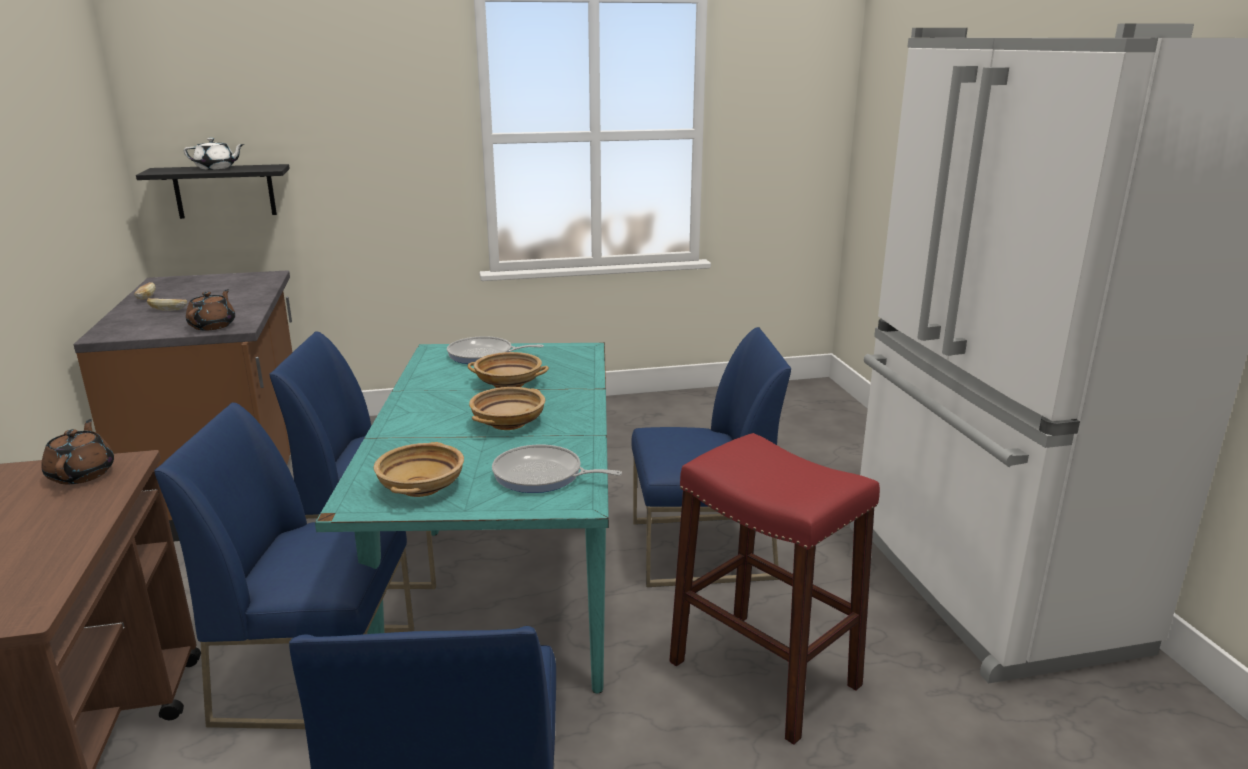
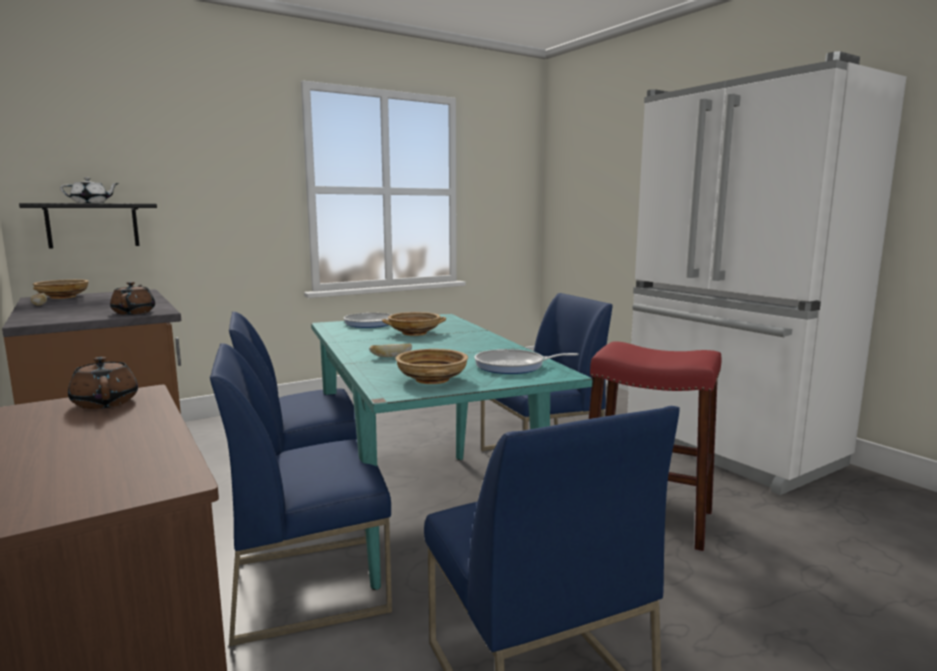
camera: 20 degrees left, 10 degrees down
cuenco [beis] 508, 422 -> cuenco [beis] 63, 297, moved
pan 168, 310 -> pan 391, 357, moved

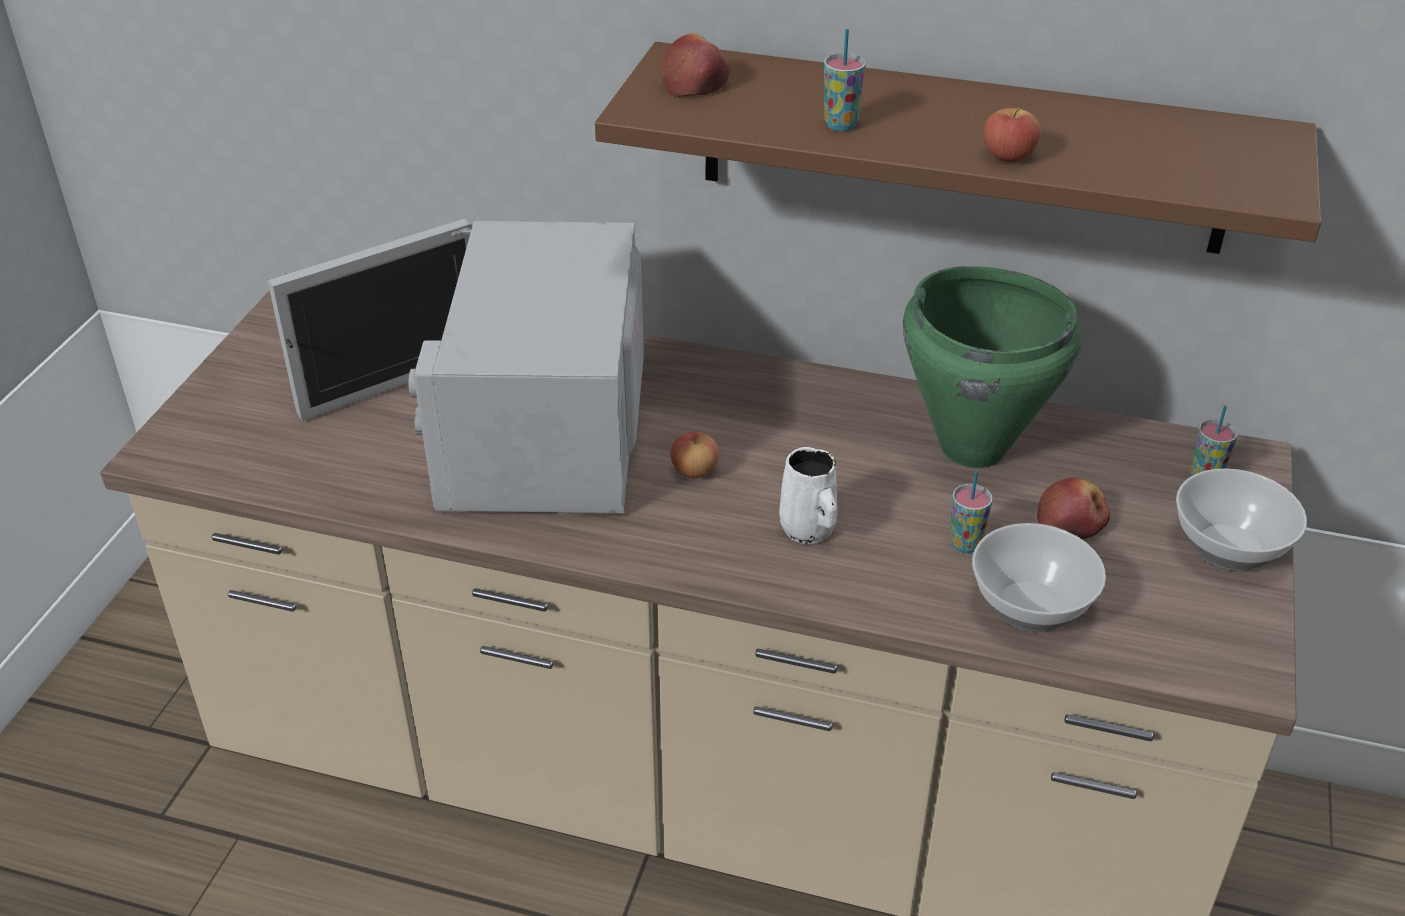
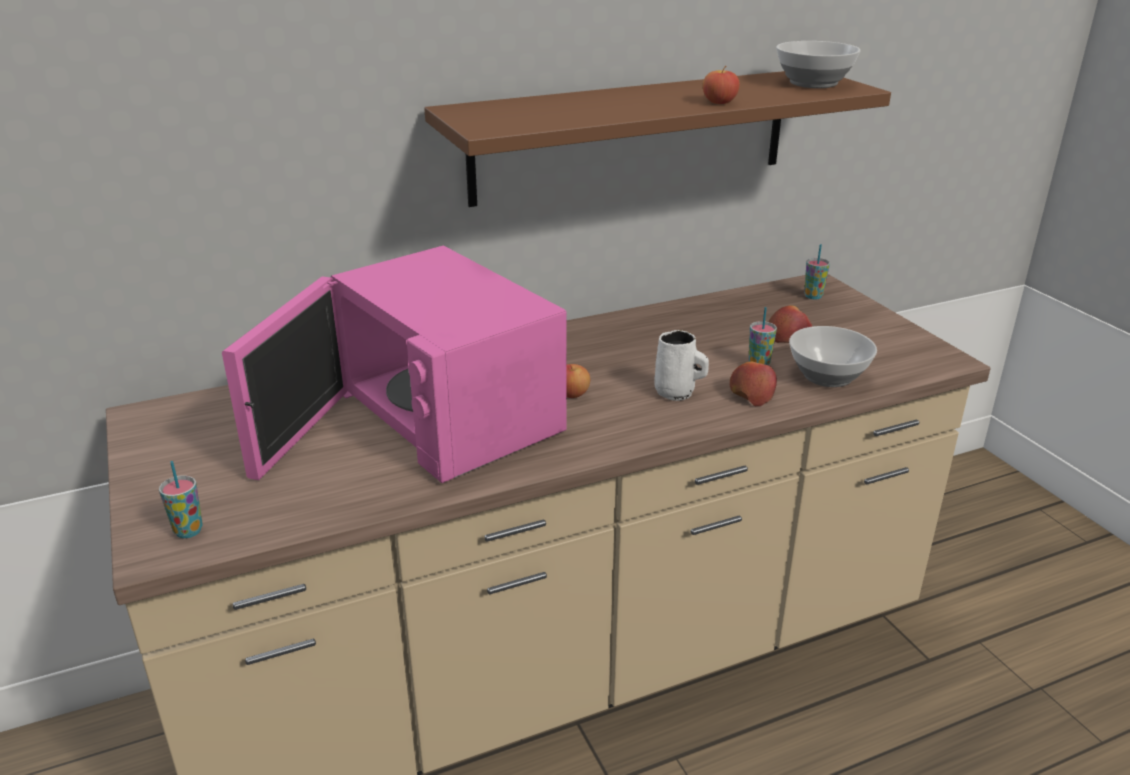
camera: 40 degrees left, 10 degrees down
taza 840, 125 -> taza 188, 531, moved
microondas [blanco] 533, 425 -> microondas [rosa] 436, 414
manzana 694, 83 -> manzana 751, 394, moved
cuenco 1228, 549 -> cuenco 814, 84, moved
olla [verde] 971, 447 -> none

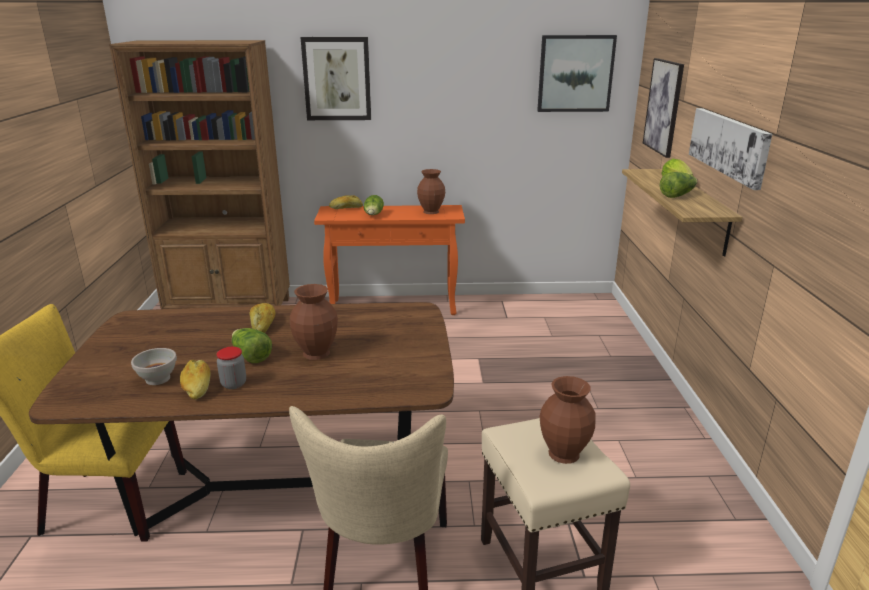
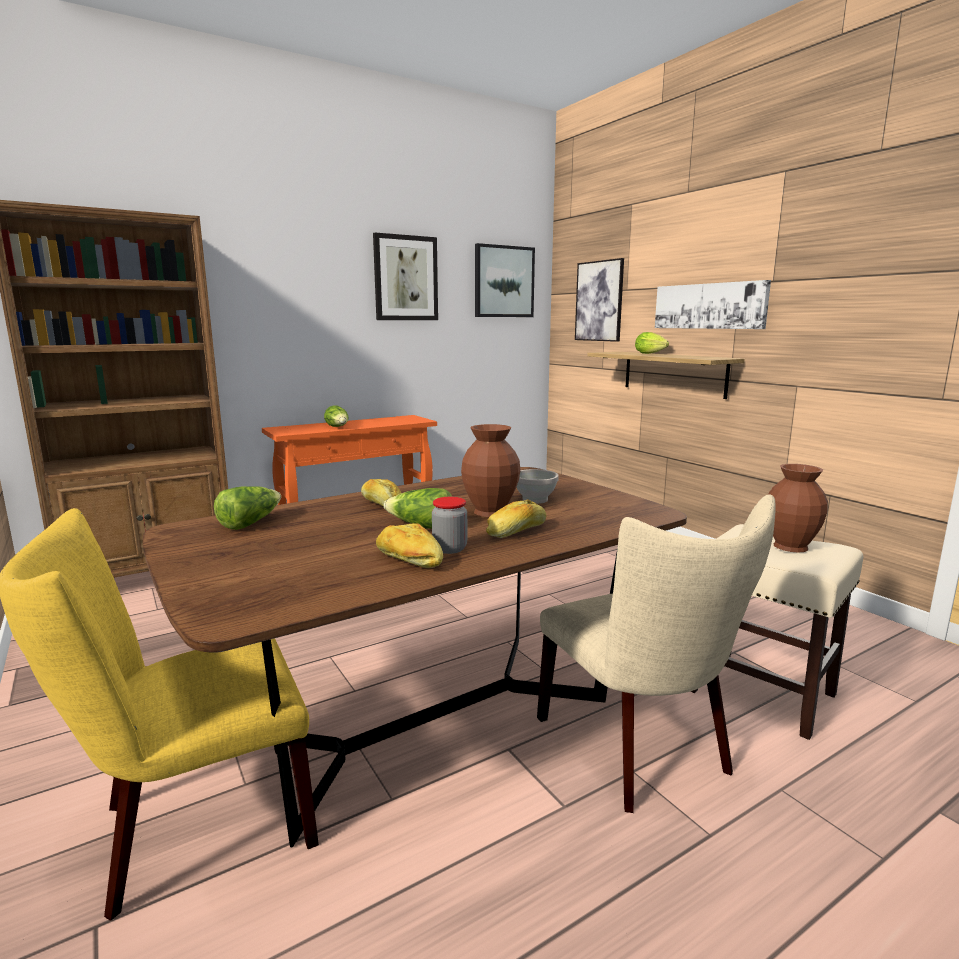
camera: 30 degrees left, 10 degrees down
lechuga 677, 195 -> lechuga 250, 523, moved
cuadro 337, 79 -> cuadro 405, 278, moved
pan 346, 208 -> pan 516, 531, moved
cuenco [blanco] 158, 378 -> cuenco [blanco] 534, 500, moved
florero [marrón] 430, 211 -> none

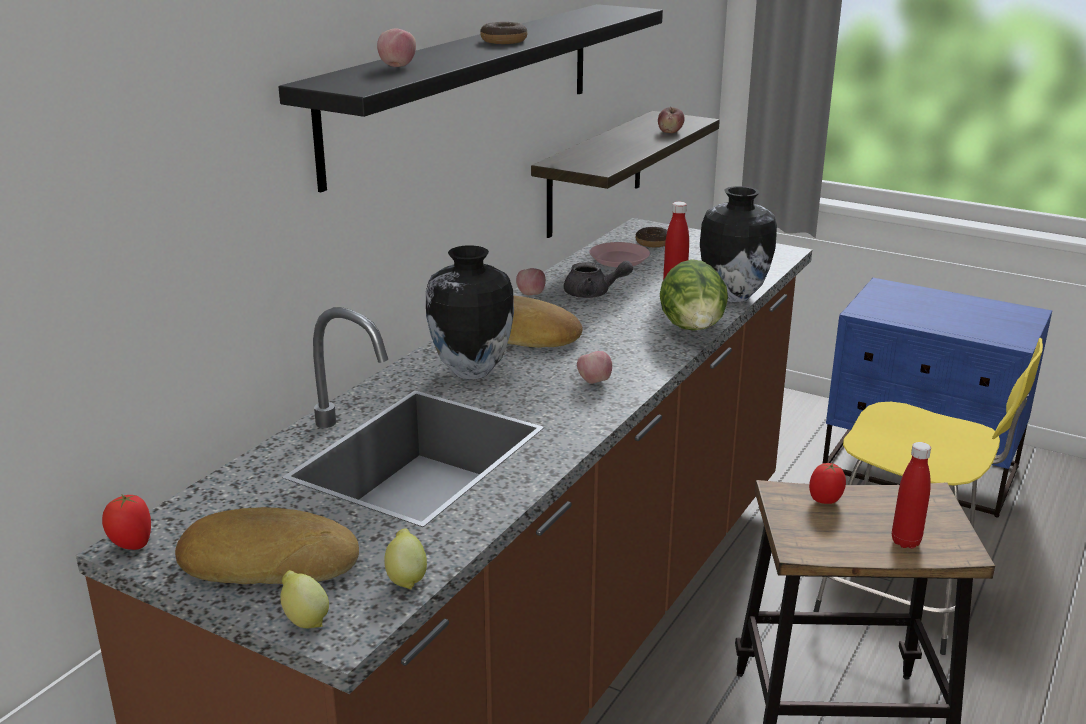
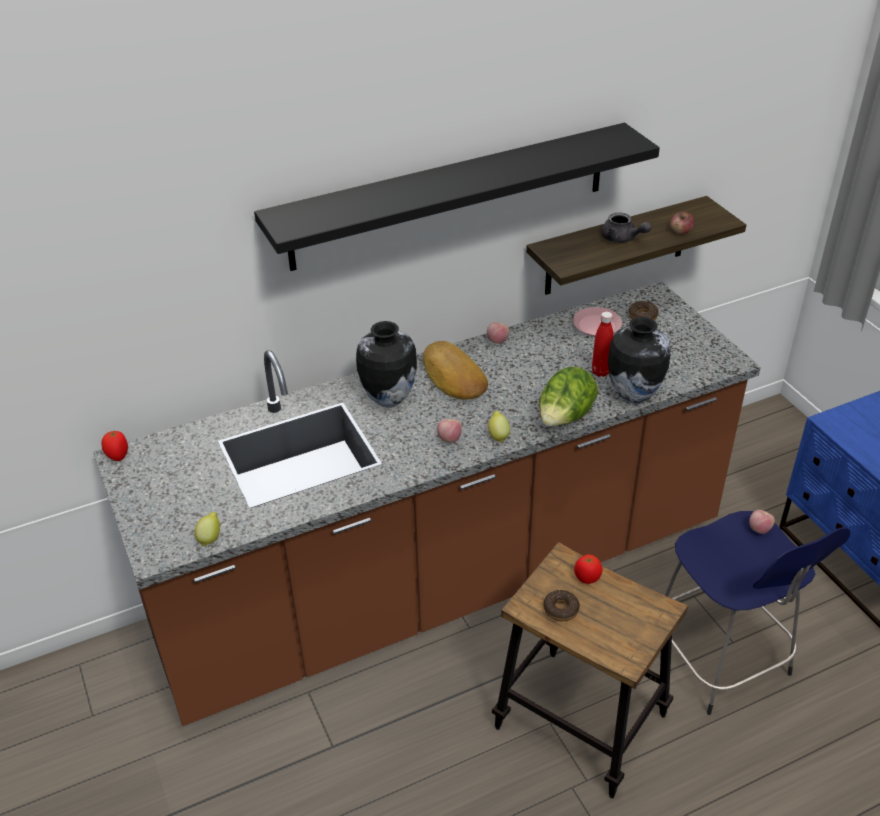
camera: 35 degrees right, 15 degrees up
limón 304, 620 -> limón 498, 435, moved
rosquilla 504, 41 -> rosquilla 561, 609, moved
tetera [gris] 593, 293 -> tetera [gris] 622, 239, moved
taburete [amarillo] 899, 601 -> taburete [azul] 721, 660
manzana 397, 66 -> manzana 759, 529, moved
pan 269, 560 -> none
botella [rojo] 905, 542 -> none

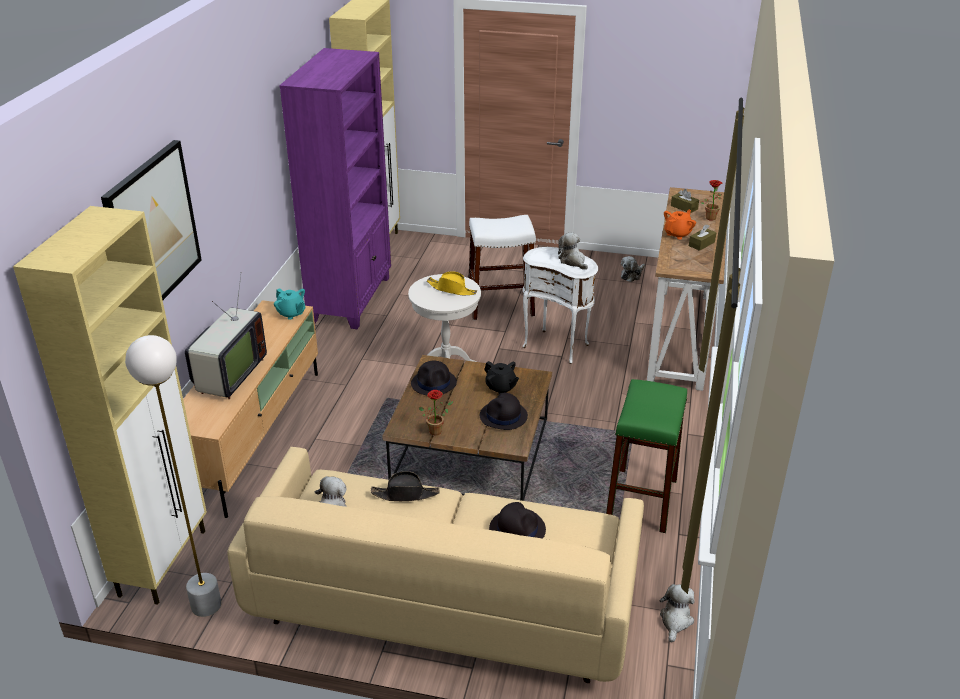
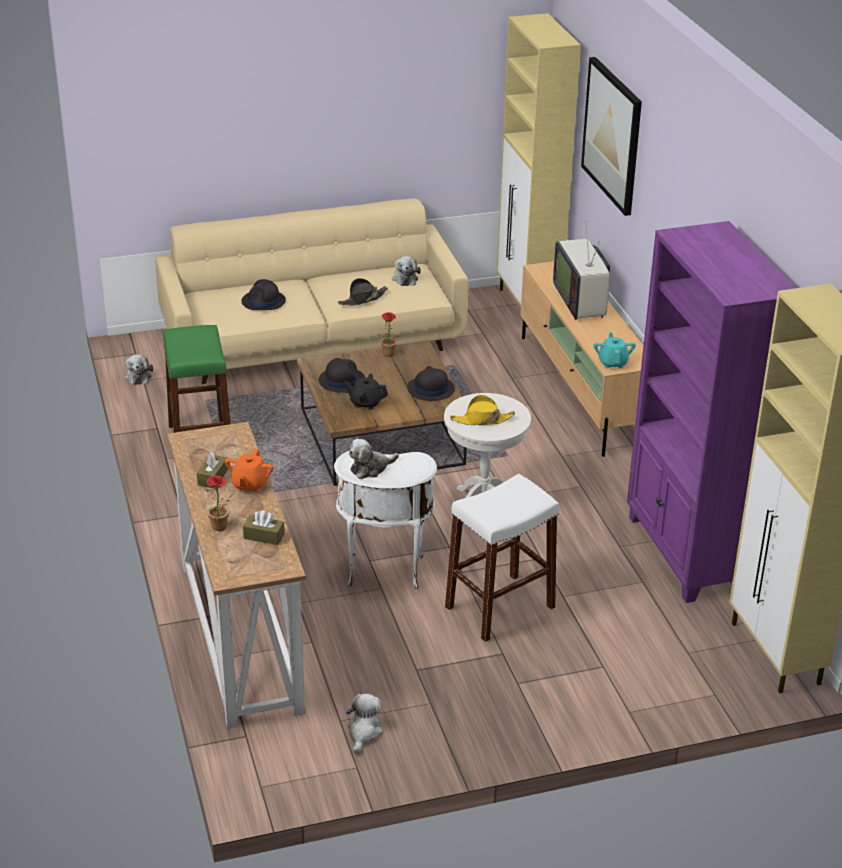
camera: 150 degrees right, 0 degrees up
peluche 572, 261 -> peluche 370, 468, 120 degrees clockwise
tetera [turquesa] 291, 313 -> tetera [turquesa] 613, 363, 75 degrees clockwise
lámpara de pie [blanco] 206, 605 -> none

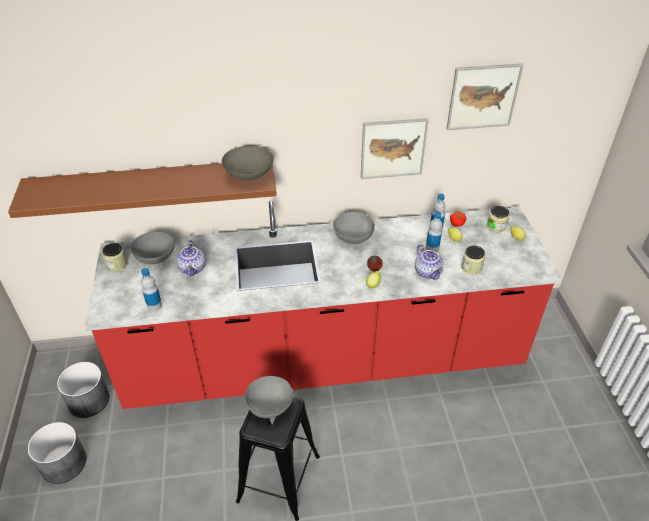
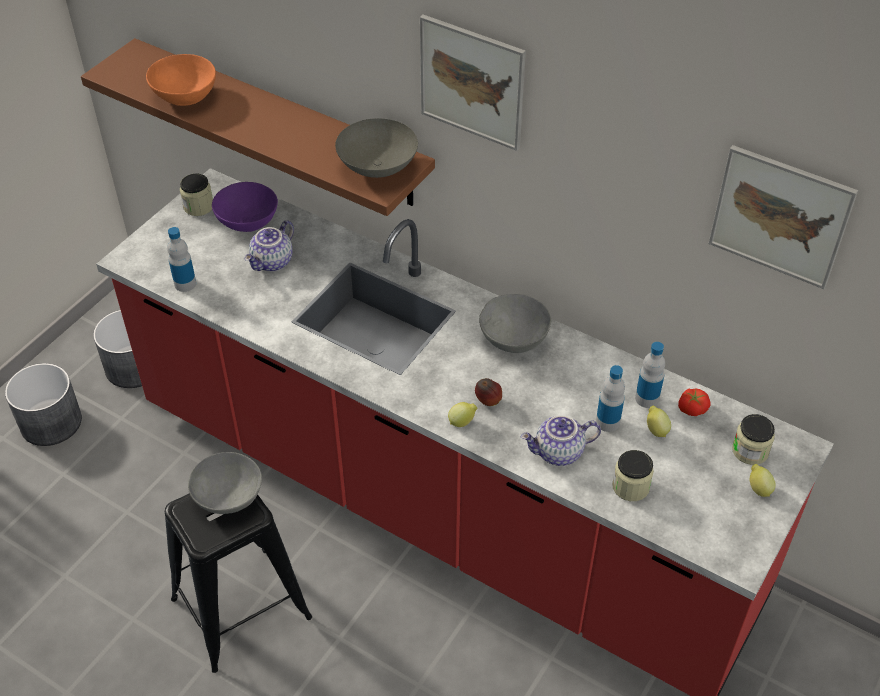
camera: 40 degrees right, 5 degrees up
none -> cuenco [naranja] 185, 97
cuenco [gris] 155, 257 -> cuenco [morado] 247, 222
cuadro 393, 148 -> cuadro 472, 82, moved
tetera 428, 272 -> tetera 558, 453, 60 degrees clockwise

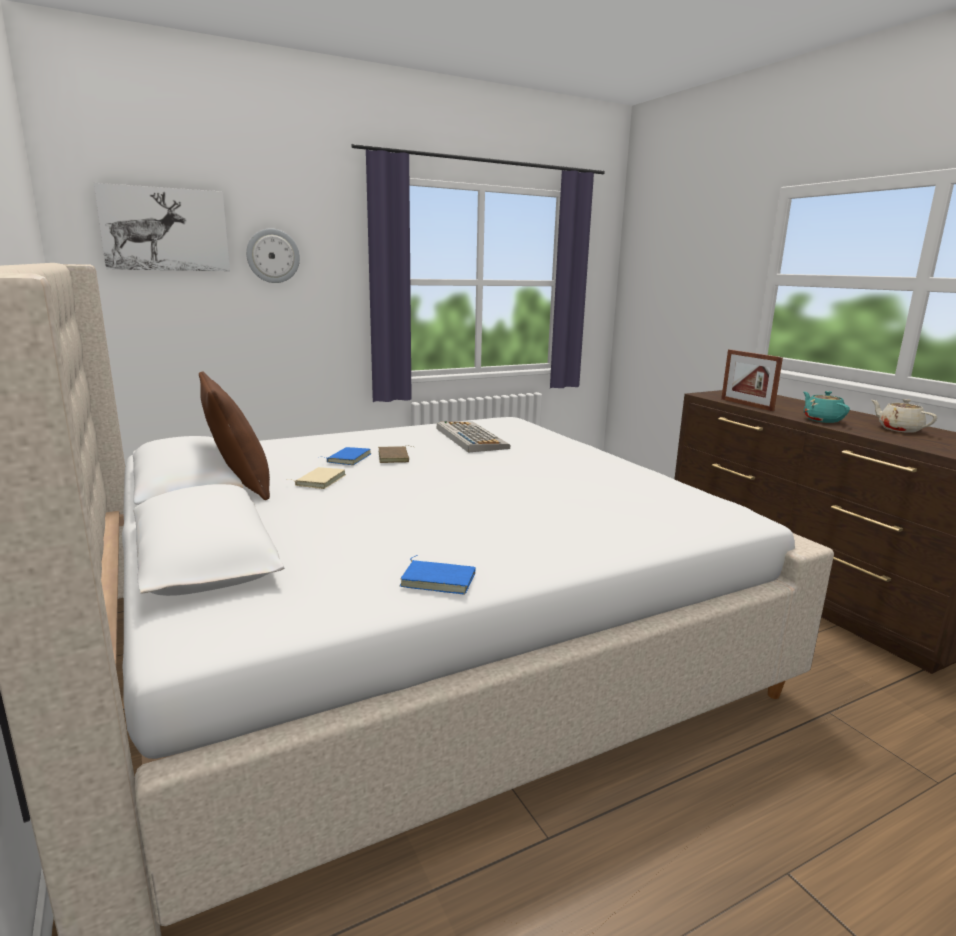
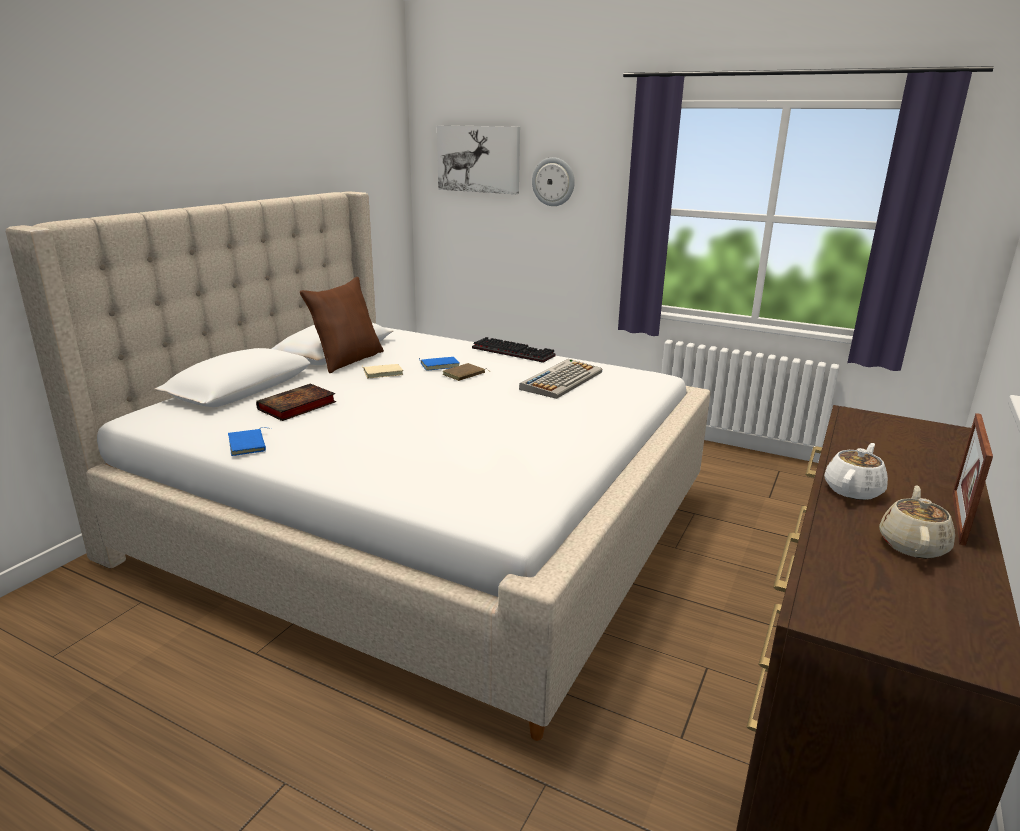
camera: 55 degrees right, 5 degrees up
none -> libro 296, 407
none -> teclado 515, 352
tetera [turquesa] 822, 420 -> tetera [blanco] 853, 490
portarretratos 746, 404 -> portarretratos 958, 517, moved

